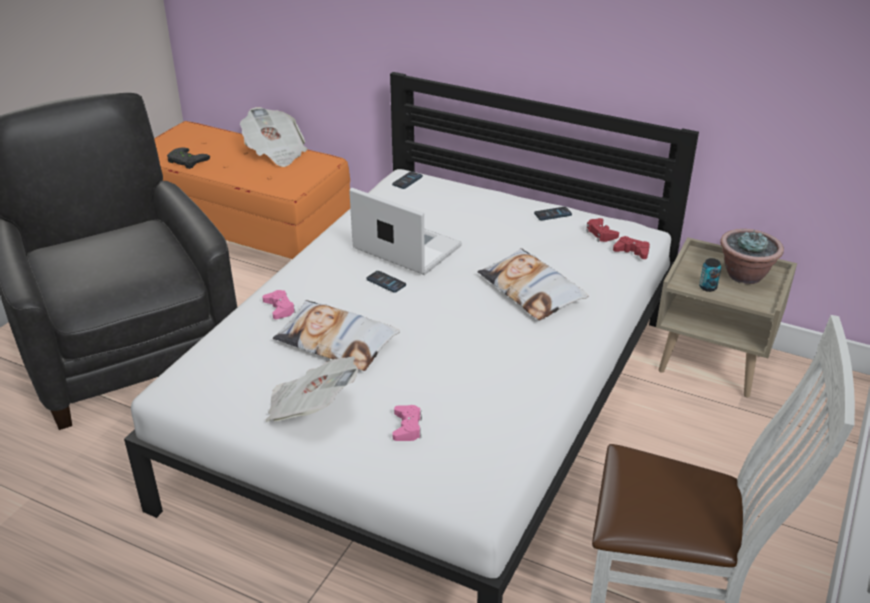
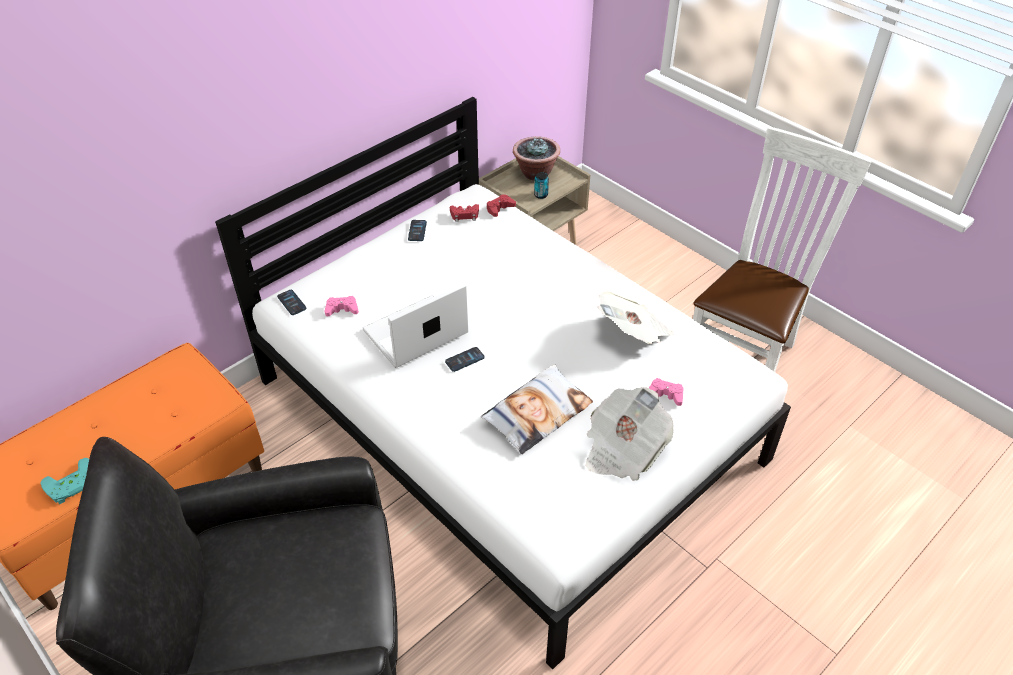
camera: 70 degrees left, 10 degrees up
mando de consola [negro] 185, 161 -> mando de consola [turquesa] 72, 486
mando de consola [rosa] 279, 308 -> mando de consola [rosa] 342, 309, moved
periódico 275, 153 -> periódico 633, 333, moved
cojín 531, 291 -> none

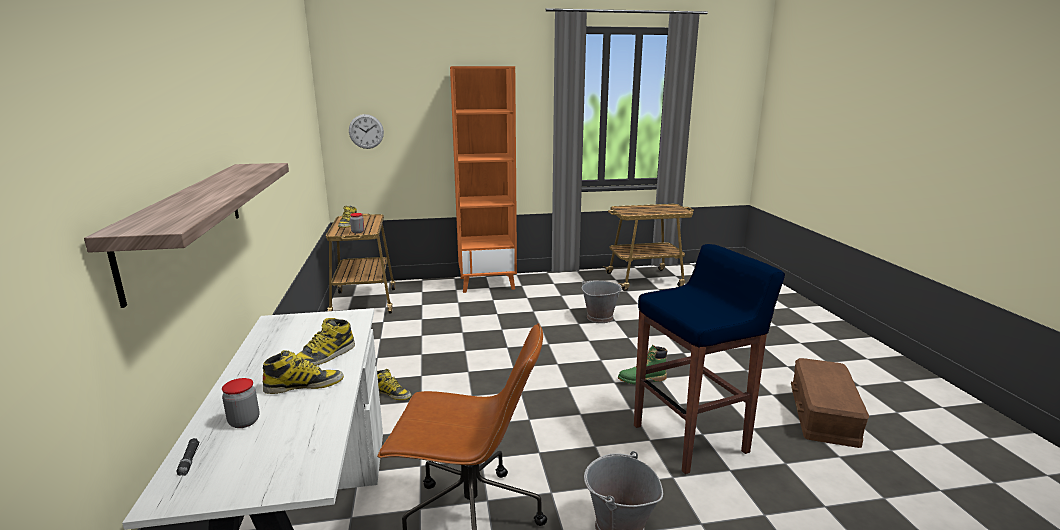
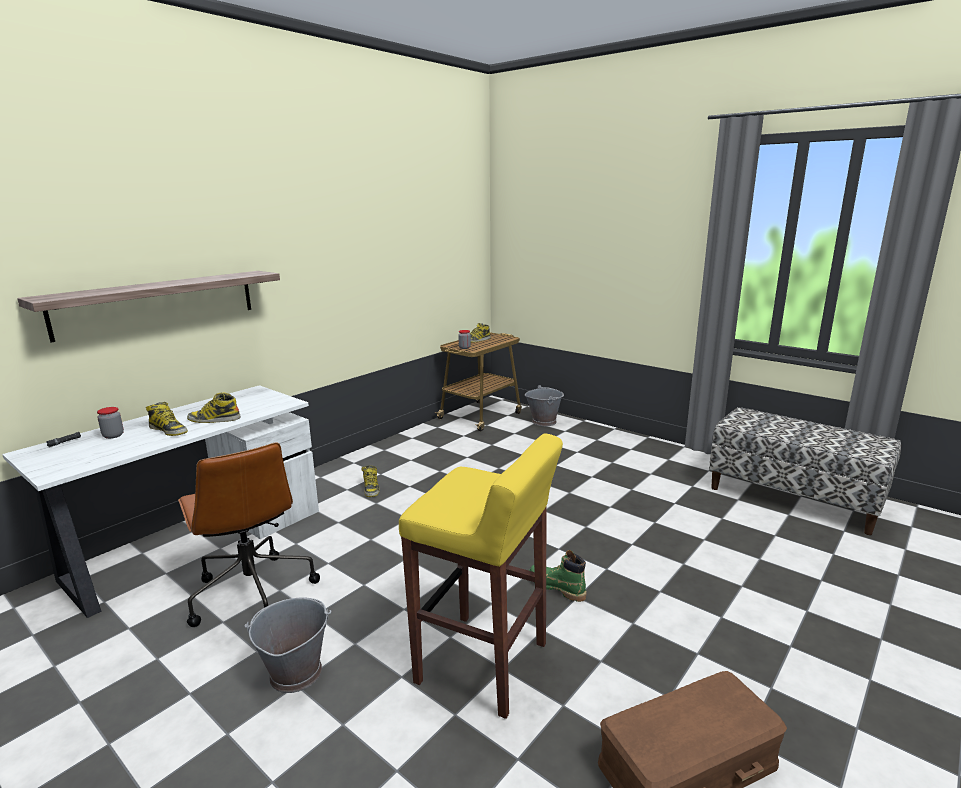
camera: 50 degrees right, 0 degrees up
taburete [azul] 691, 438 -> taburete [amarillo] 484, 664
cubo [gris] 599, 317 -> cubo [gris] 544, 421, moved
carrito 645, 280 -> banco 793, 498
reloj de pared 366, 131 -> none
estantería [naranja] 487, 283 -> none

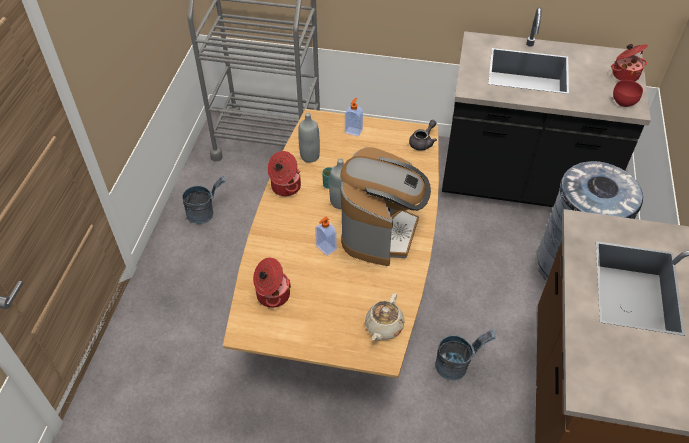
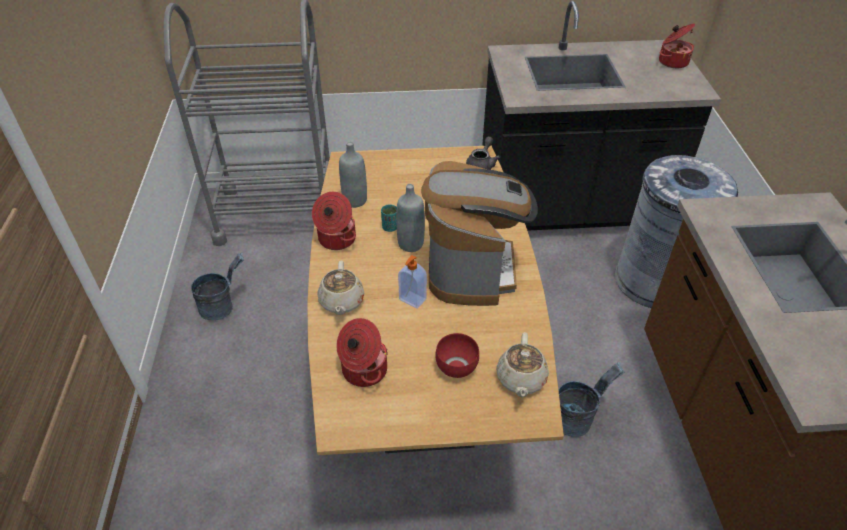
camera: 15 degrees left, 5 degrees down
none -> tetera [beis] 341, 302
cuenco [rojo] 623, 101 -> cuenco [rojo] 455, 367, moved
dispensador de jabón 353, 131 -> none

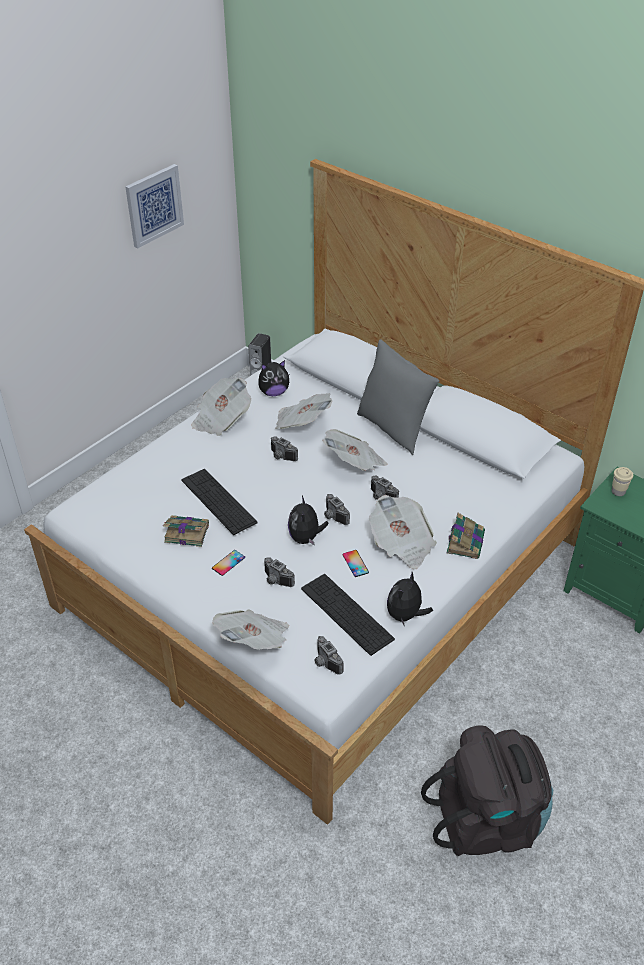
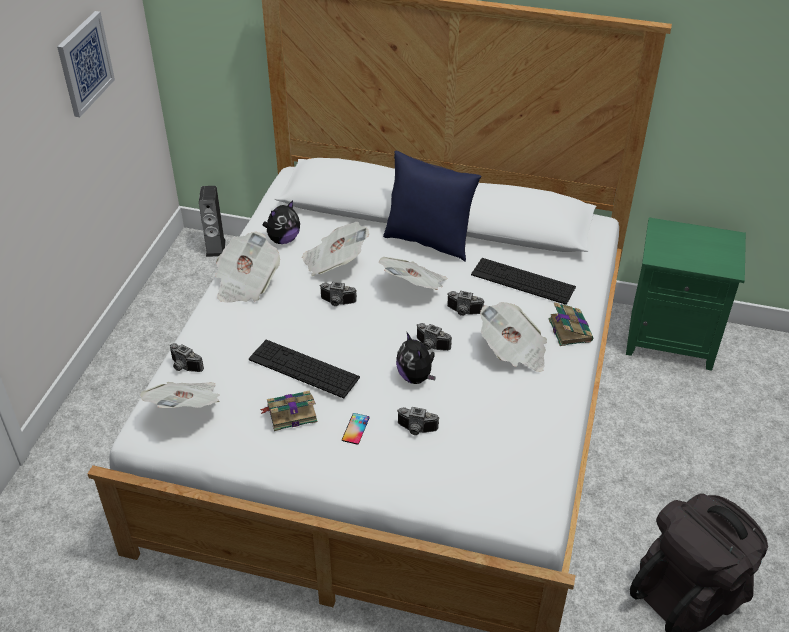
camera: 25 degrees left, 0 degrees up
periódico 254, 641 -> periódico 187, 408, moved
cámara 325, 663 -> cámara 184, 367, moved
cojín [gris] 393, 428 -> cojín [azul] 428, 241
teclado 346, 613 -> teclado 523, 281, moved
móvil 355, 563 -> none
peluche 405, 615 -> none
taza [beis] 618, 492 -> none

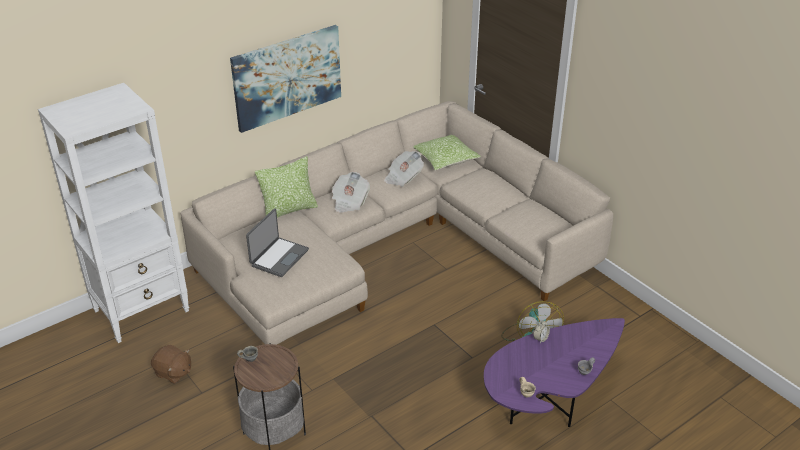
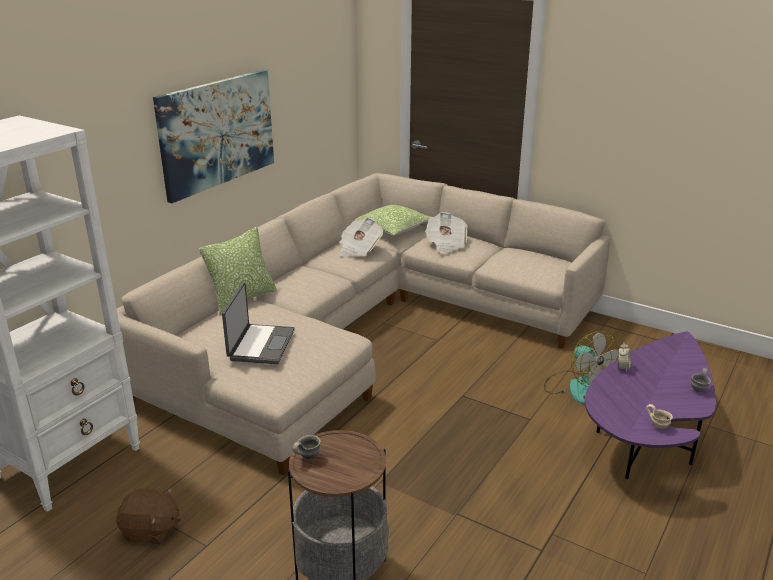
camera: 20 degrees left, 10 degrees down
periódico 349, 202 -> periódico 446, 244, moved

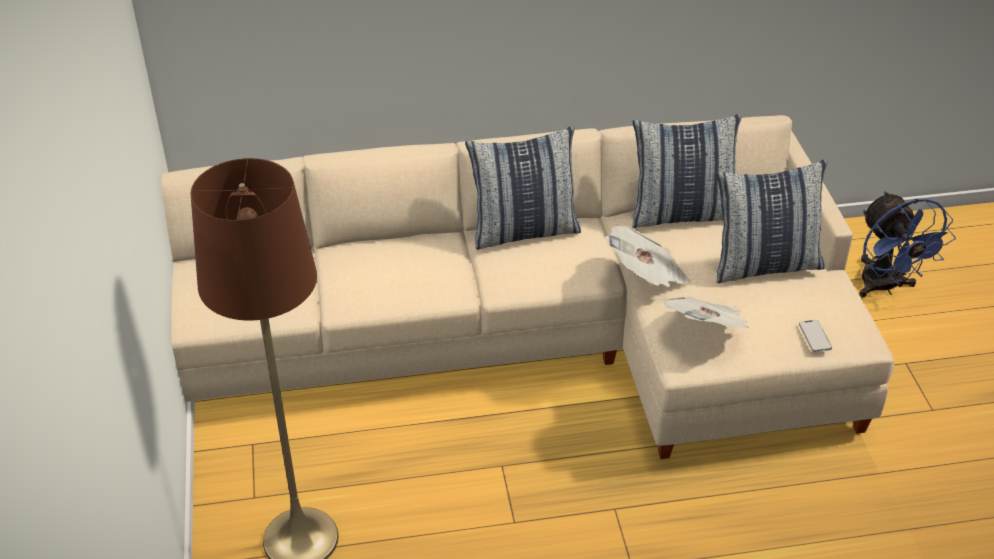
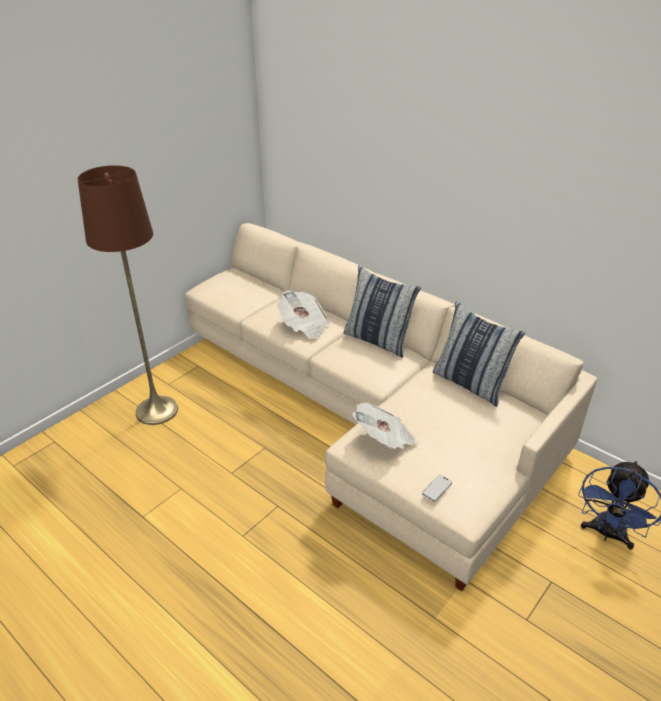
camera: 50 degrees right, 5 degrees down
periódico 646, 275 -> periódico 304, 326, moved
cojín 764, 265 -> none

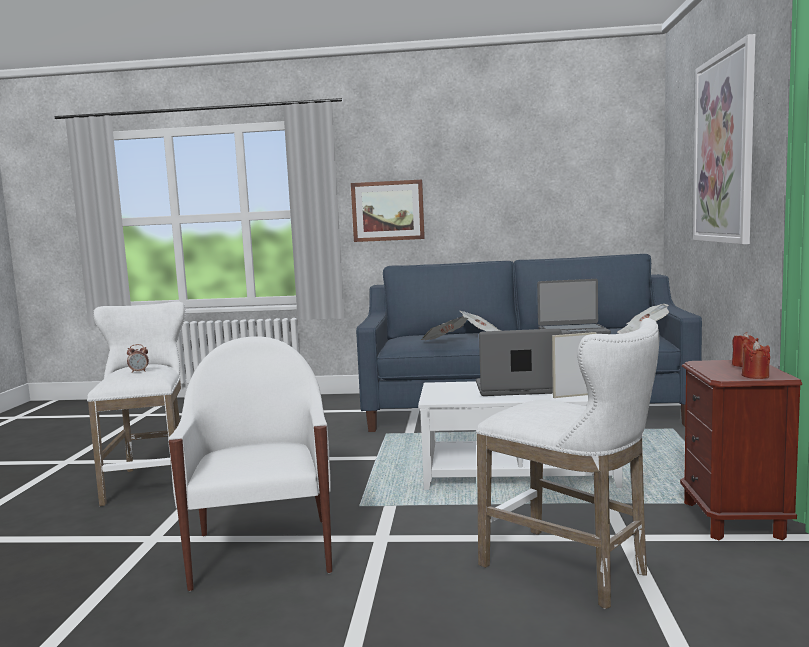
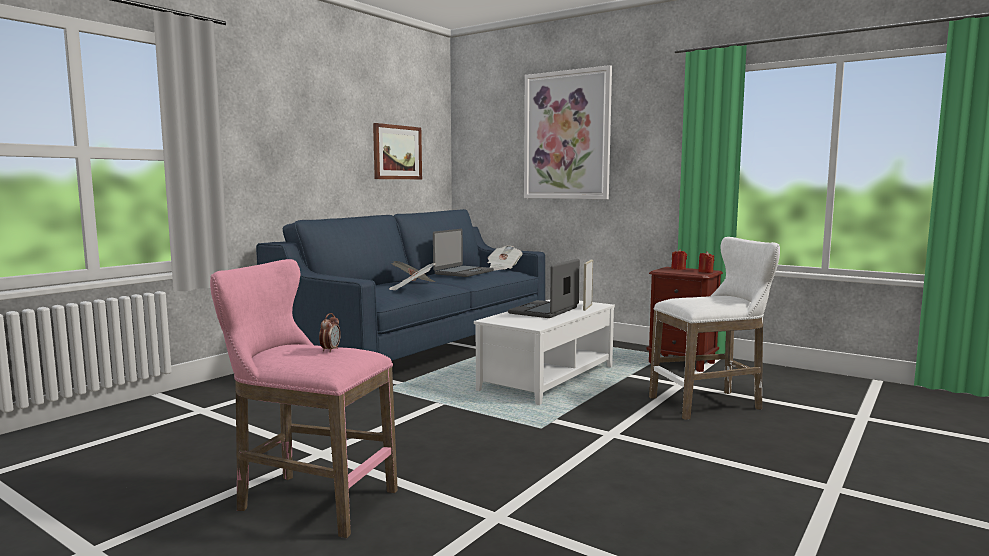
camera: 60 degrees left, 0 degrees up
taburete [blanco] 150, 481 -> taburete [rosa] 309, 501
cuadro 388, 211 -> cuadro 397, 152, moved
sillón [blanco] 263, 551 -> none

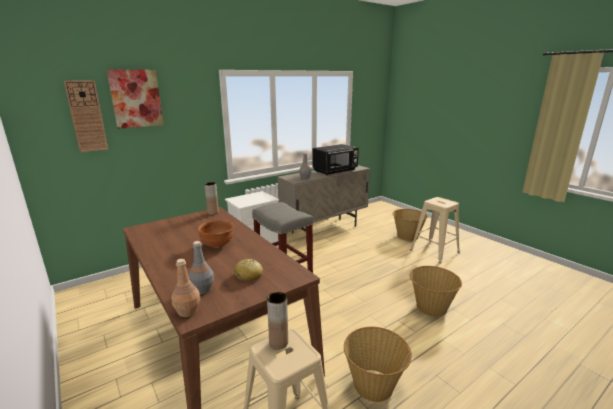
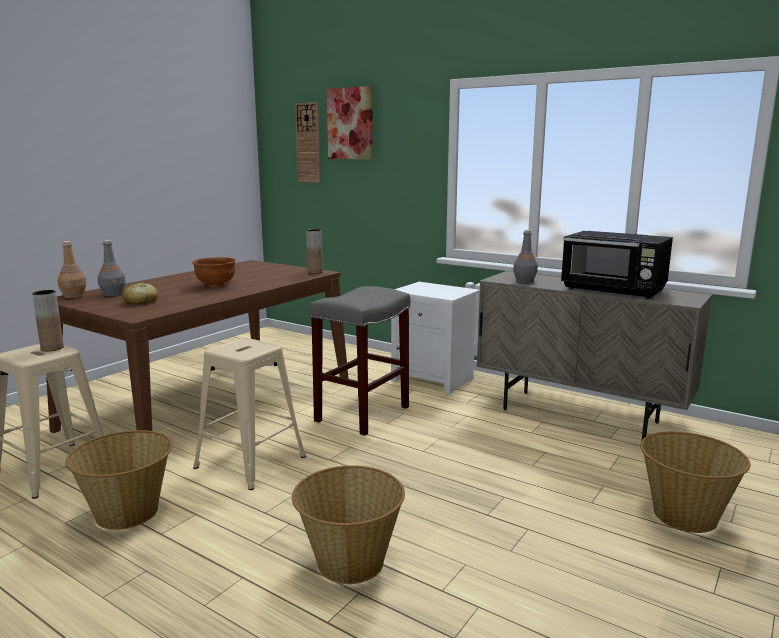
camera: 70 degrees right, 5 degrees down
taburete [beis] 435, 251 -> taburete [beis] 250, 462, moved

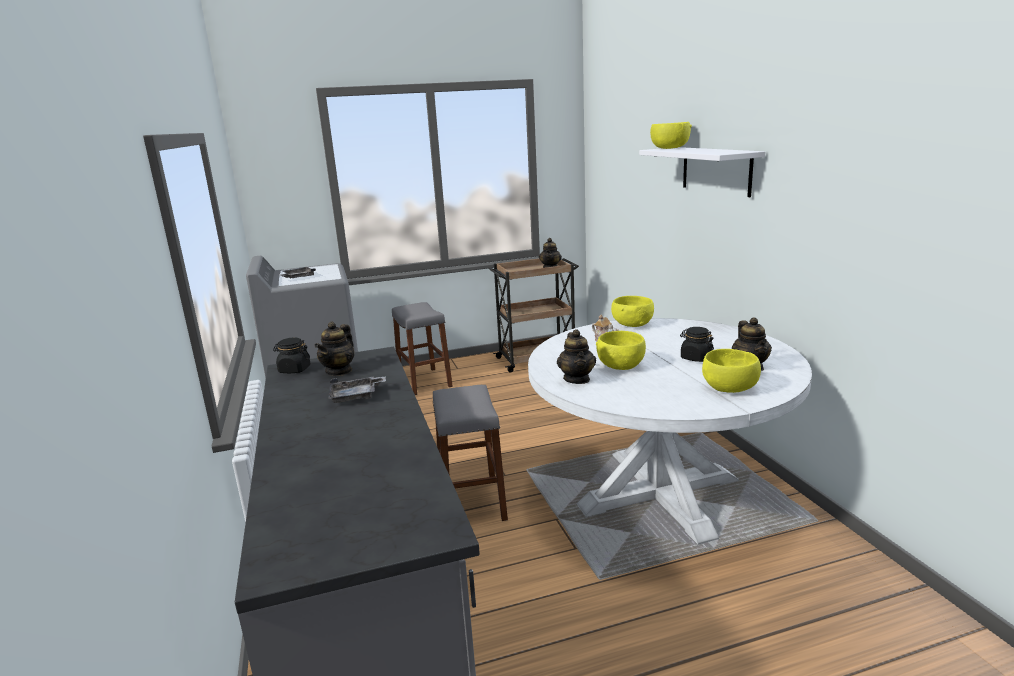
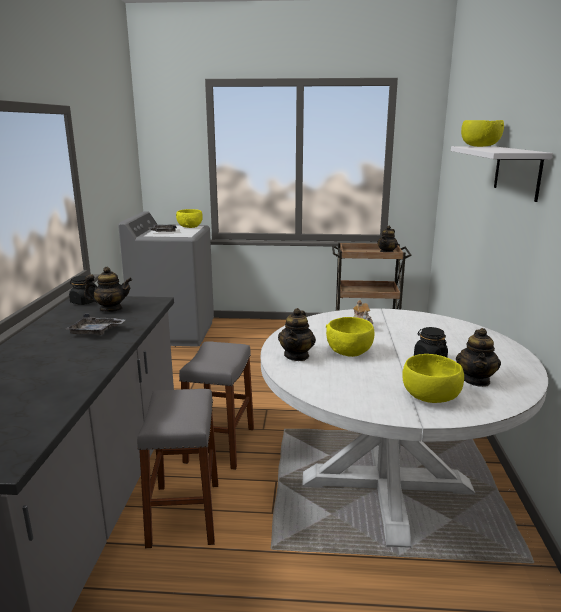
camera: 20 degrees right, 0 degrees up
tetera 339, 371 -> tetera 111, 309, 135 degrees counterclockwise
taburete [gris] 424, 381 -> taburete [gris] 184, 513, moved
cuenco [amarillo] 632, 324 -> cuenco [amarillo] 189, 227, moved

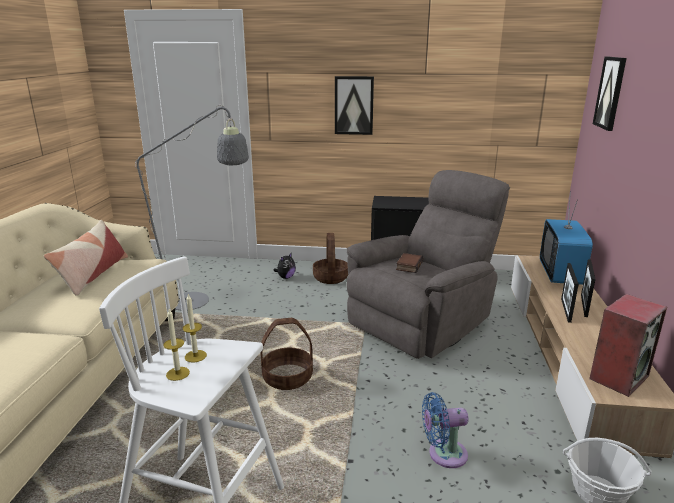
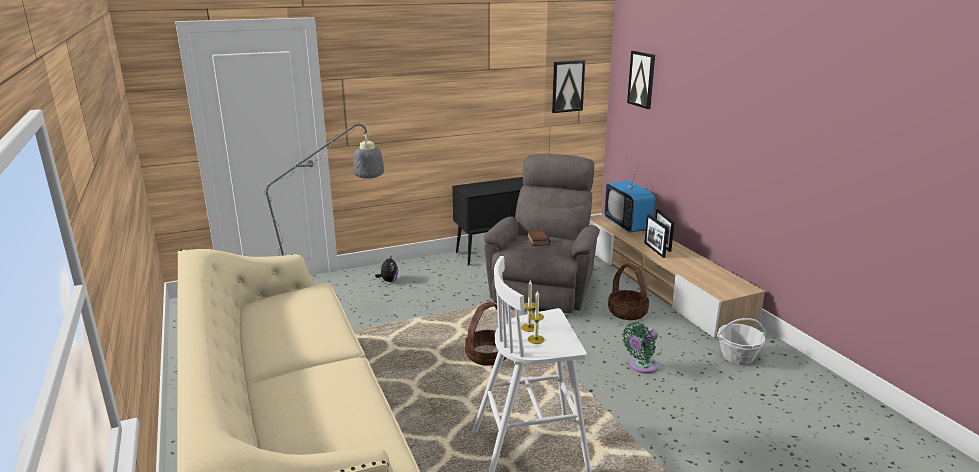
camera: 30 degrees left, 0 degrees up
cuadro 354, 105 -> cuadro 567, 86, moved
cesta 330, 277 -> cesta 627, 312, moved
ventilador [azul] 443, 454 -> ventilador [verde] 641, 366
cojín 93, 275 -> none
altavoz 618, 377 -> none

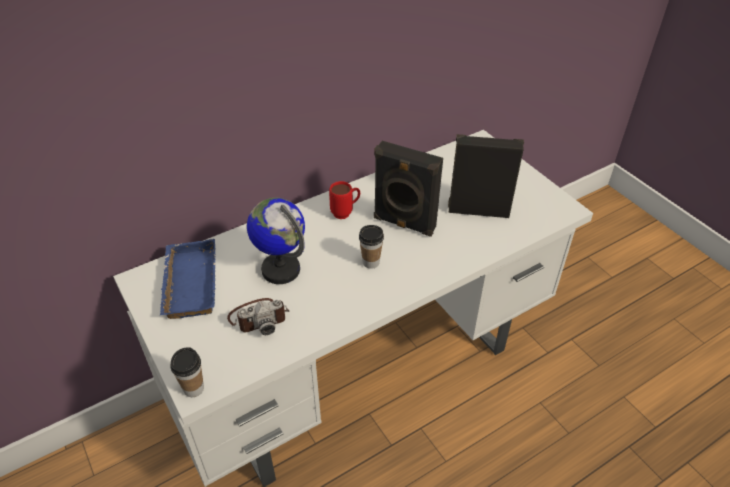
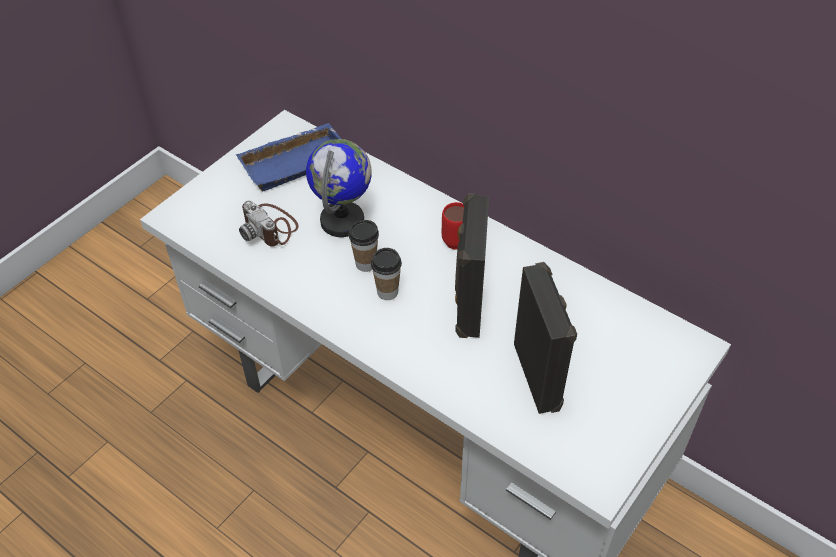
camera: 70 degrees right, 5 degrees up
taza 193, 388 -> taza 365, 264, moved

